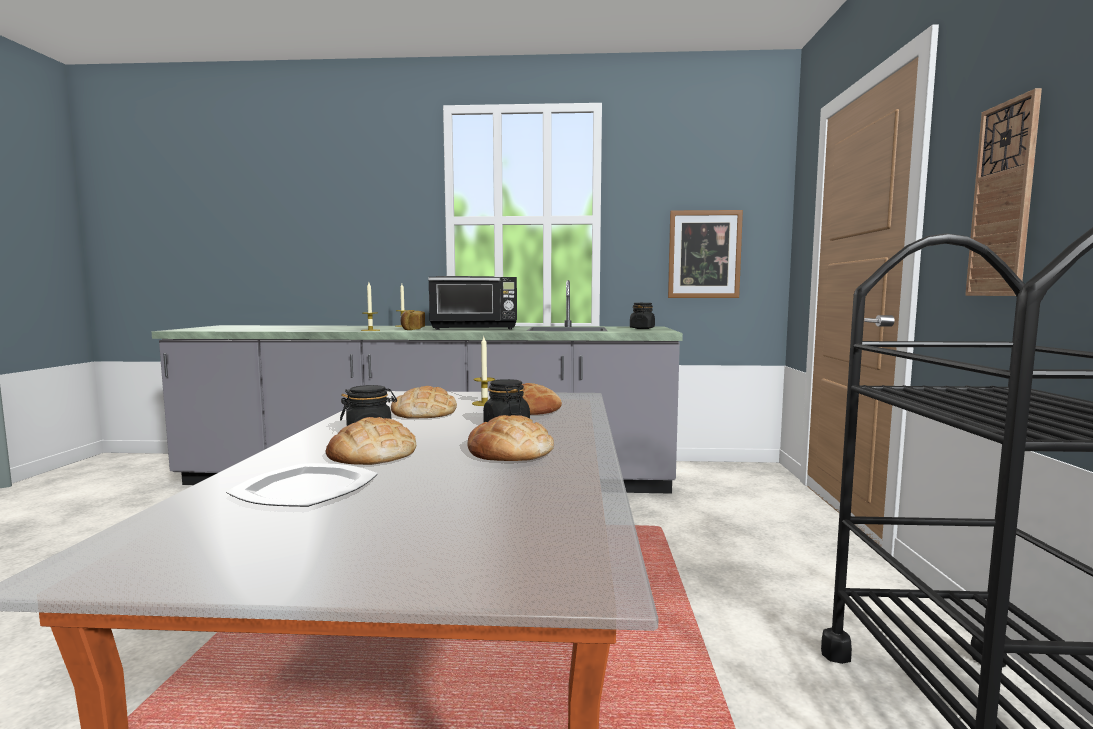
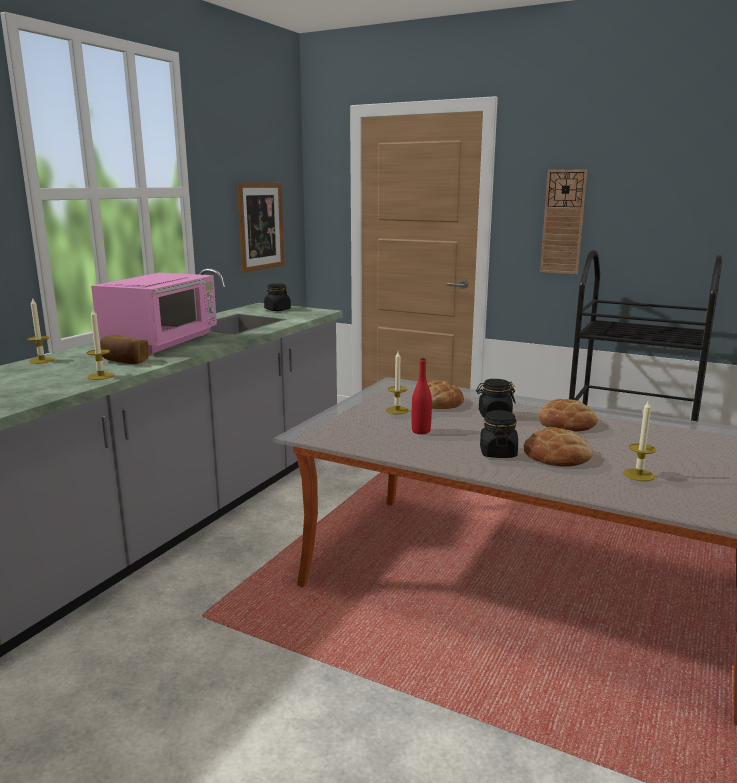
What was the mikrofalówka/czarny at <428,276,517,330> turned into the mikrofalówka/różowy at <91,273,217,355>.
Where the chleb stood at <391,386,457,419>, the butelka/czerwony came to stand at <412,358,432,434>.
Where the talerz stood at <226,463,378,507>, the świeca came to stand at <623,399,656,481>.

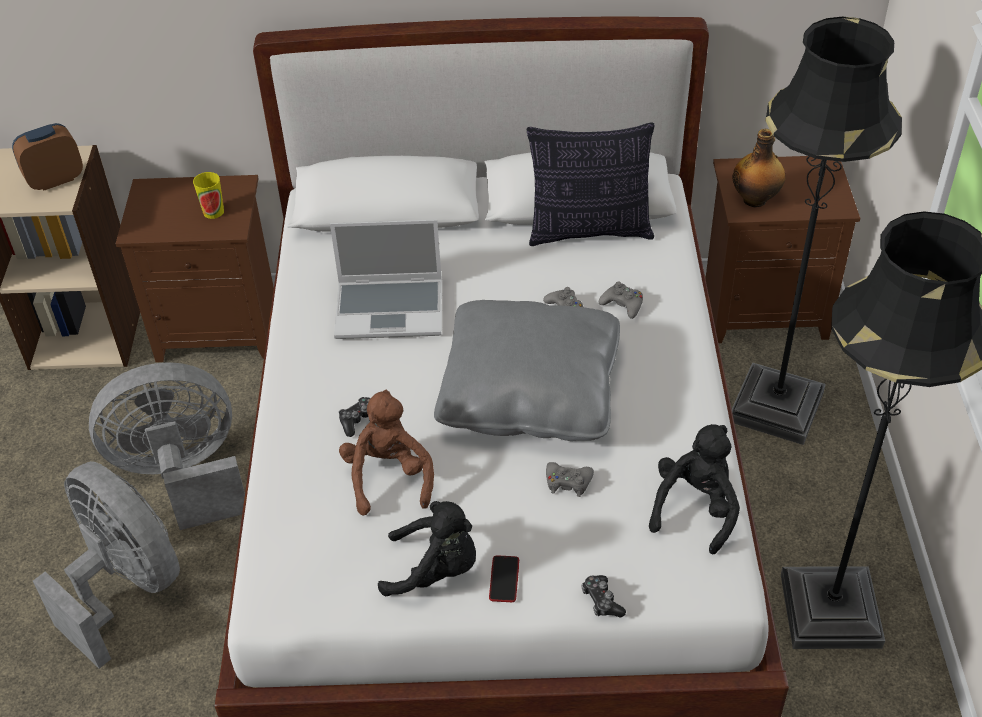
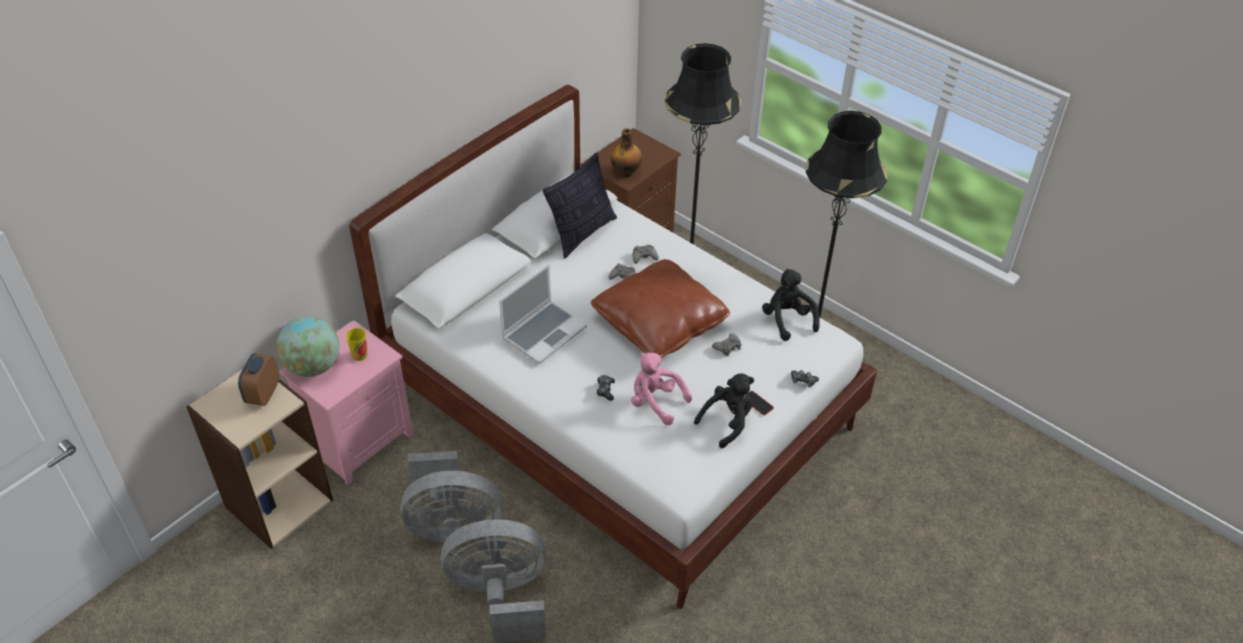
The second view gained the globus at <276,316,339,377>.
What was the szafka nocna/brązowy at <116,175,274,362> turned into the szafka nocna/różowy at <279,320,413,485>.
The wentylator/szary at <89,362,245,530> ended up facing another way, 120 degrees counterclockwise from before.
What was the poduszka/szary at <434,300,620,441> turned into the poduszka/brązowy at <591,259,730,358>.
What was the pluszak/brązowy at <339,390,434,516> turned into the pluszak/różowy at <631,353,692,425>.

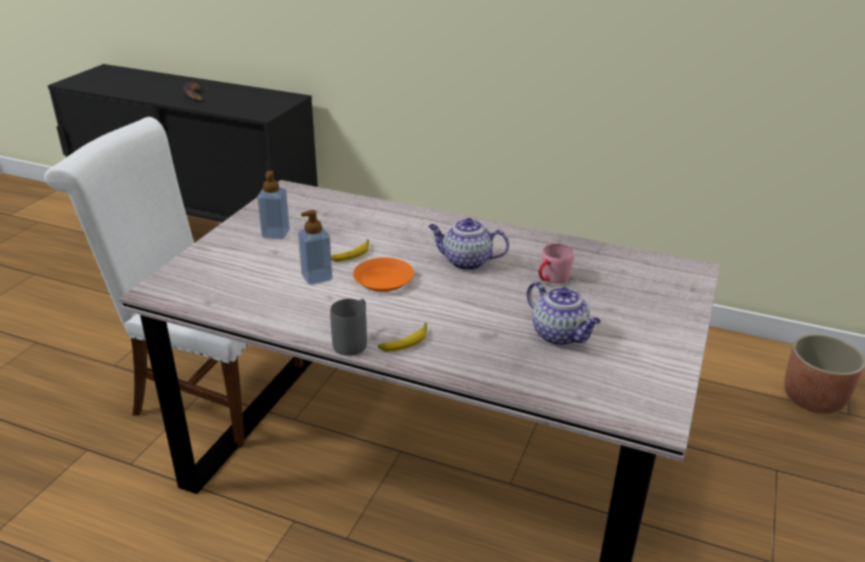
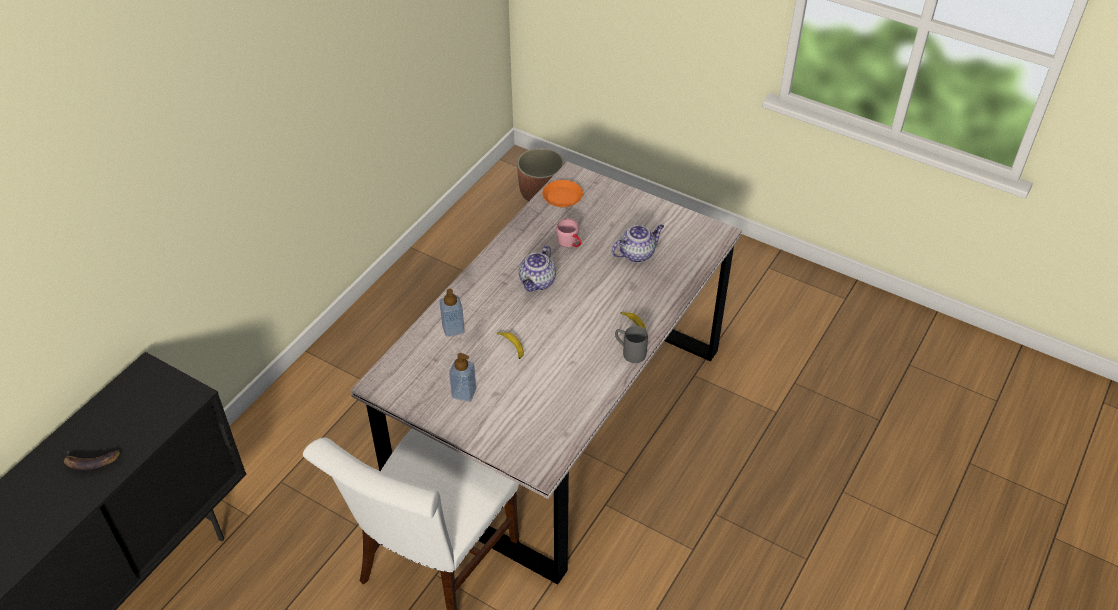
The dozownik mydła ended up elsewhere, having gone from <298,210,333,285> to <439,288,465,337>.
The talerz/pomarańczowy ended up elsewhere, having gone from <353,257,414,292> to <542,180,583,207>.

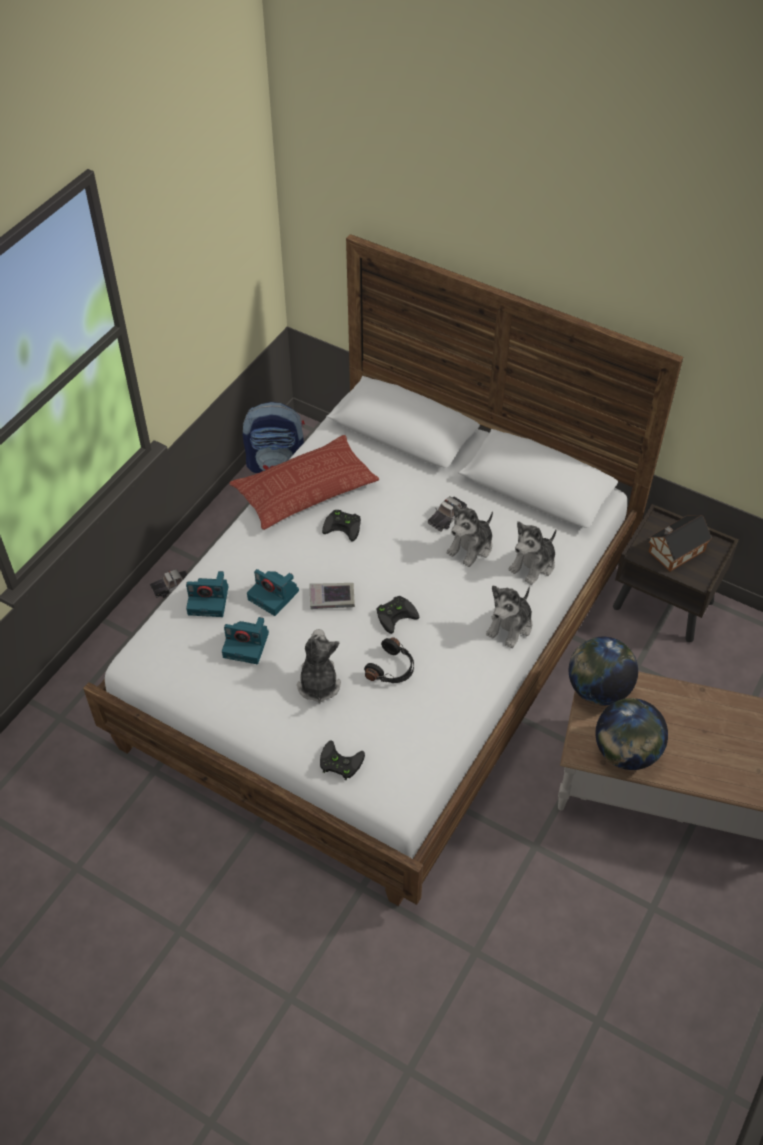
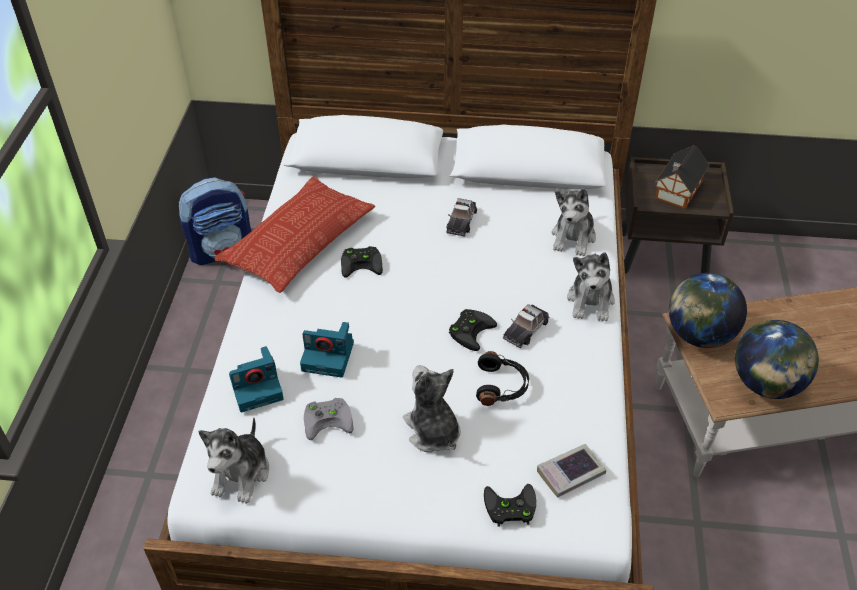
The pluszak ended up elsewhere, having gone from <447,504,493,567> to <199,417,269,504>.
Where the aparat fotograficzny stood at <222,617,269,664>, the pad do gier/szary came to stand at <304,398,353,440>.
The samochodzik ended up elsewhere, having gone from <150,569,188,598> to <503,304,549,348>.
The książka ended up elsewhere, having gone from <309,583,355,609> to <537,444,606,498>.

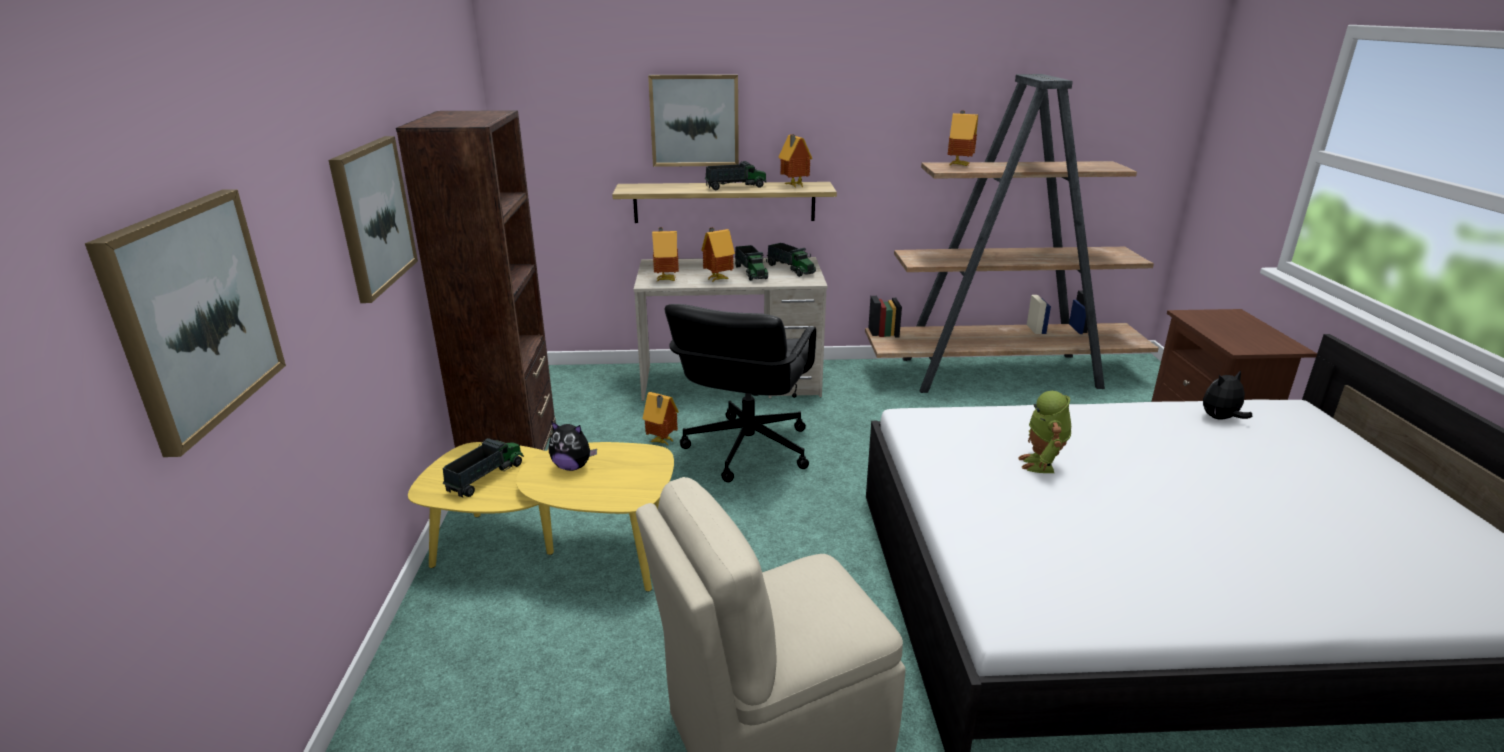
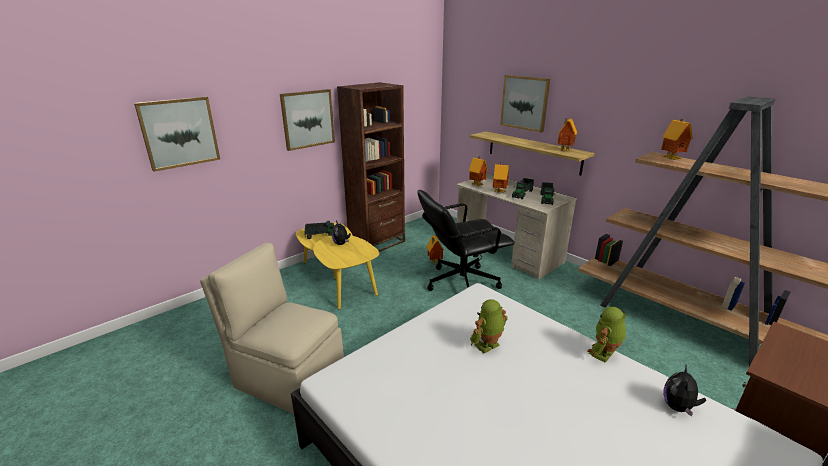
The second view gained the robot zabawkowy at <587,307,626,363>.
The pluszak at <1203,370,1253,420> ended up facing another way, 90 degrees counterclockwise from before.
The second view lost the ciężarówka zabawkowa at <704,161,766,190>.

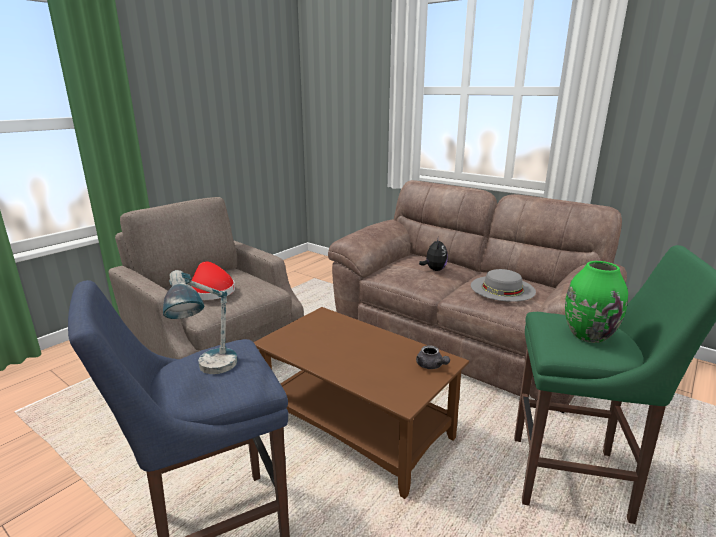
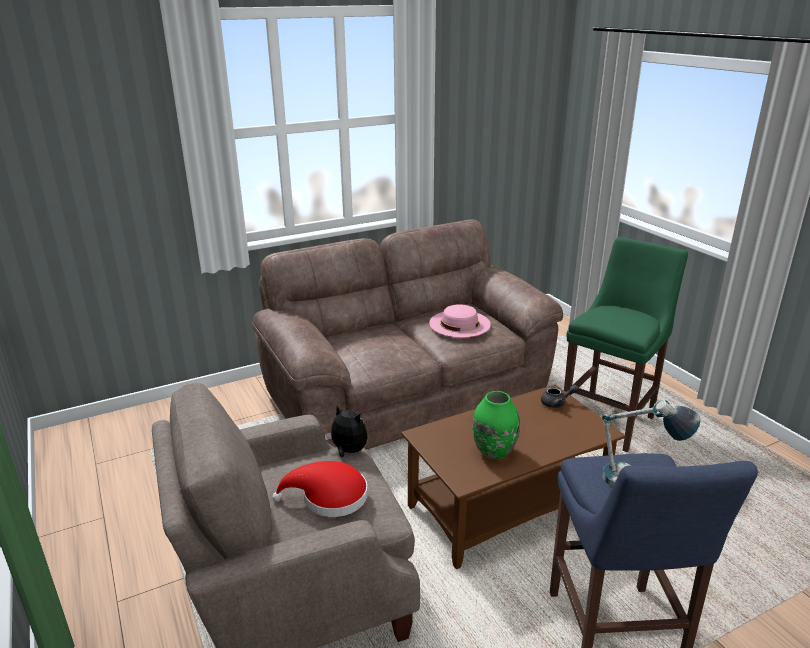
The pluszak ended up elsewhere, having gone from <419,239,448,271> to <324,405,367,457>.
What was the kapelusz/szary at <471,269,536,302> turned into the kapelusz/różowy at <429,304,491,338>.
The wazon/zielony ended up elsewhere, having gone from <565,261,628,343> to <472,391,520,460>.

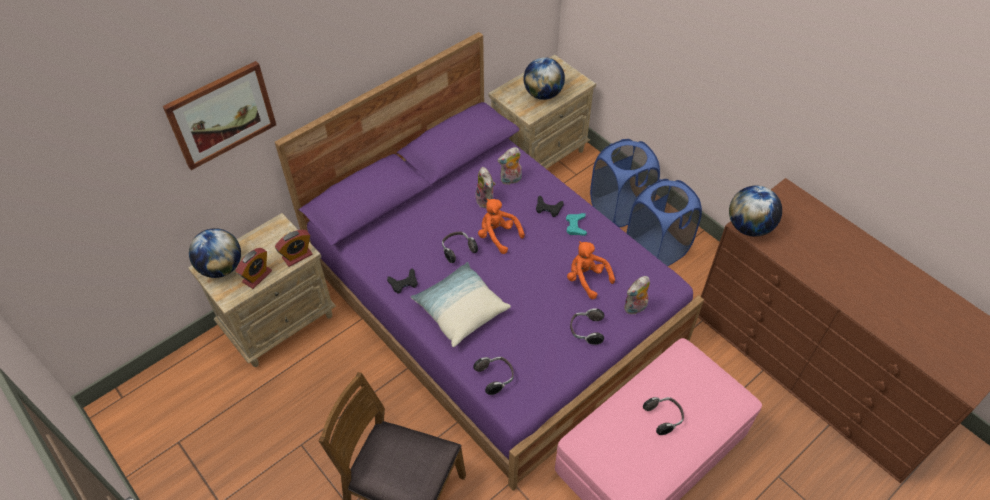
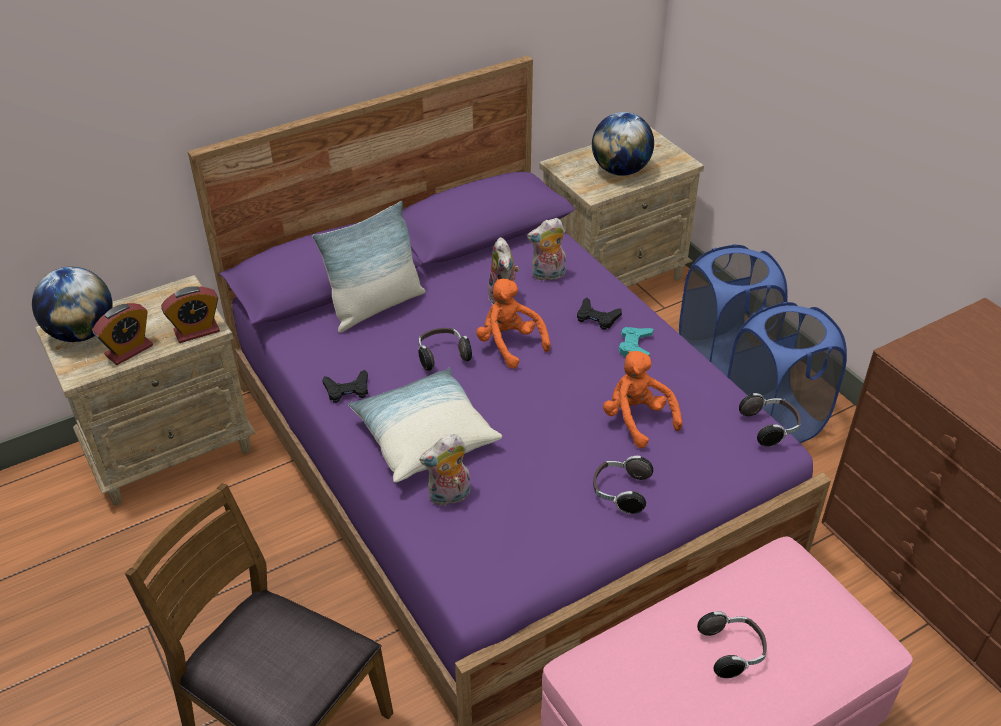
The second view gained the poduszka at <312,201,426,333>.
The pluszak ended up elsewhere, having gone from <624,276,650,315> to <419,434,470,507>.
The słuchawki ended up elsewhere, having gone from <473,357,514,395> to <739,393,801,447>.
The second view lost the obraz at <163,61,276,170>.
The second view lost the globus at <729,186,782,237>.

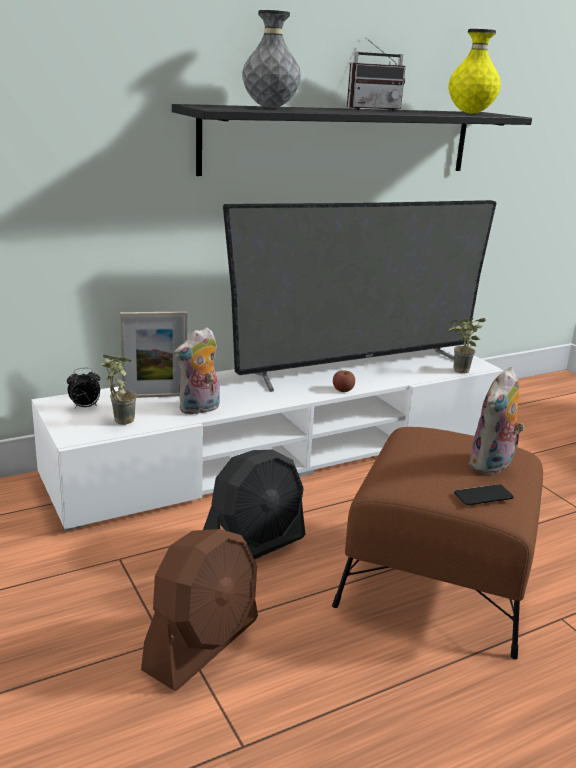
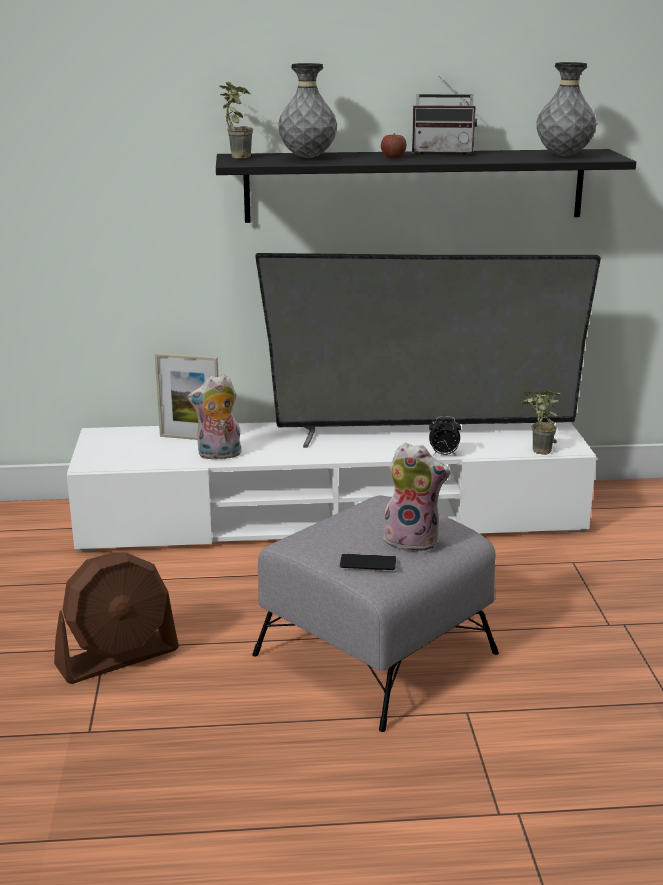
The roślina doniczkowa ended up elsewhere, having gone from <100,355,137,425> to <219,82,253,159>.
What was the pufa/brązowy at <332,427,543,660> turned into the pufa/szary at <252,496,499,732>.
The jabłko ended up elsewhere, having gone from <333,370,355,392> to <381,133,406,158>.
The pluszak at <468,367,524,475> ended up facing another way, 135 degrees counterclockwise from before.
The budzik ended up elsewhere, having gone from <67,368,100,409> to <429,416,461,456>.
What was the wazon/żółty at <449,29,501,114> turned into the wazon/szary at <537,62,597,156>.
The second view lost the wentylator/czarny at <203,450,305,559>.

